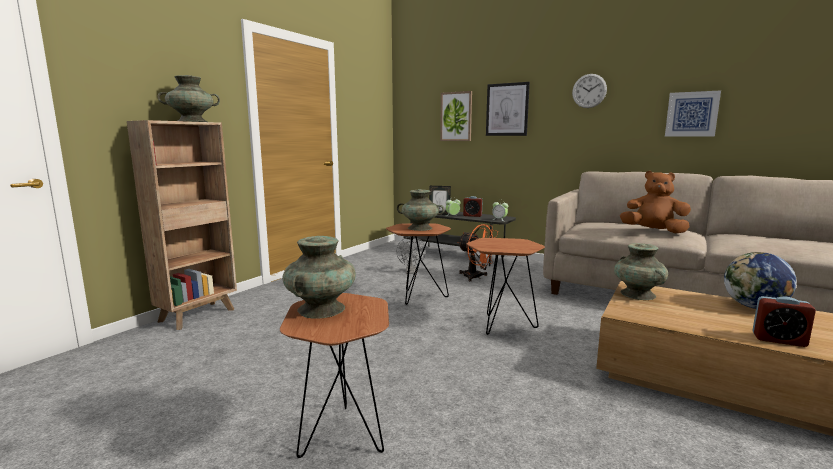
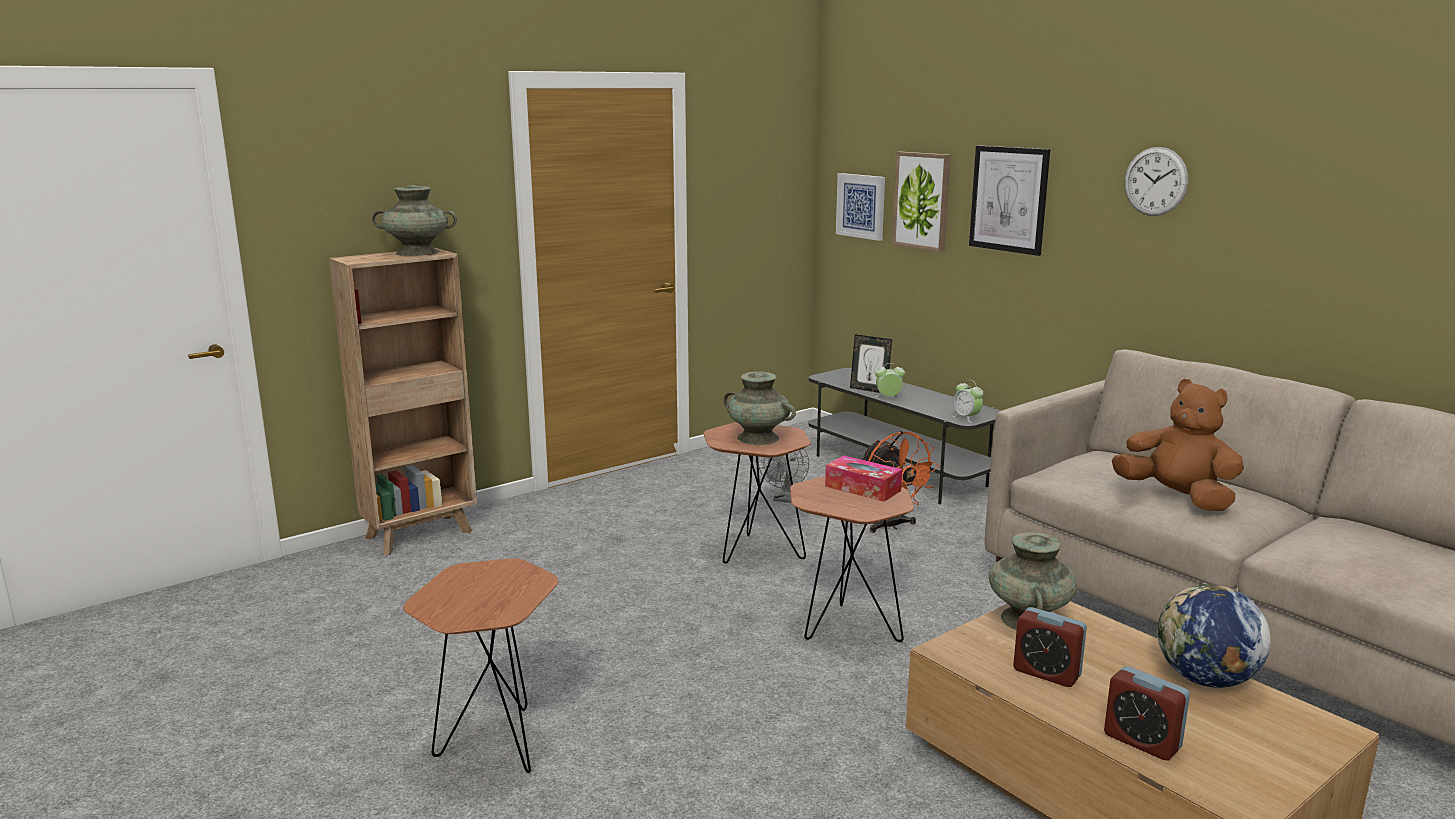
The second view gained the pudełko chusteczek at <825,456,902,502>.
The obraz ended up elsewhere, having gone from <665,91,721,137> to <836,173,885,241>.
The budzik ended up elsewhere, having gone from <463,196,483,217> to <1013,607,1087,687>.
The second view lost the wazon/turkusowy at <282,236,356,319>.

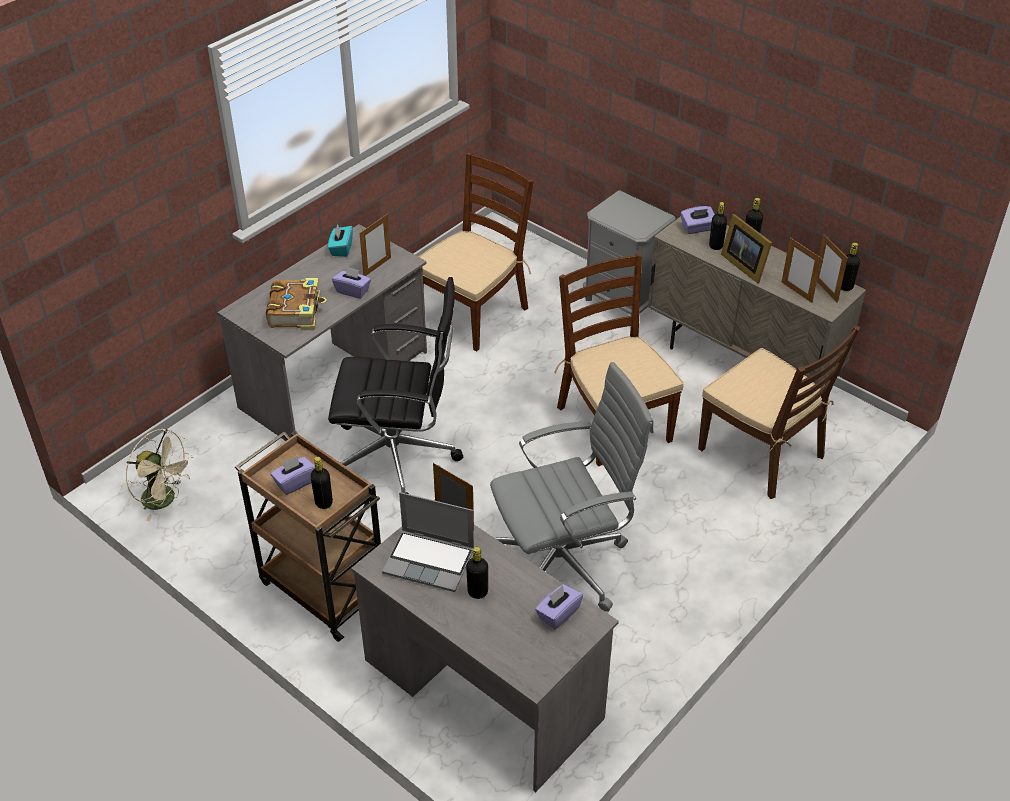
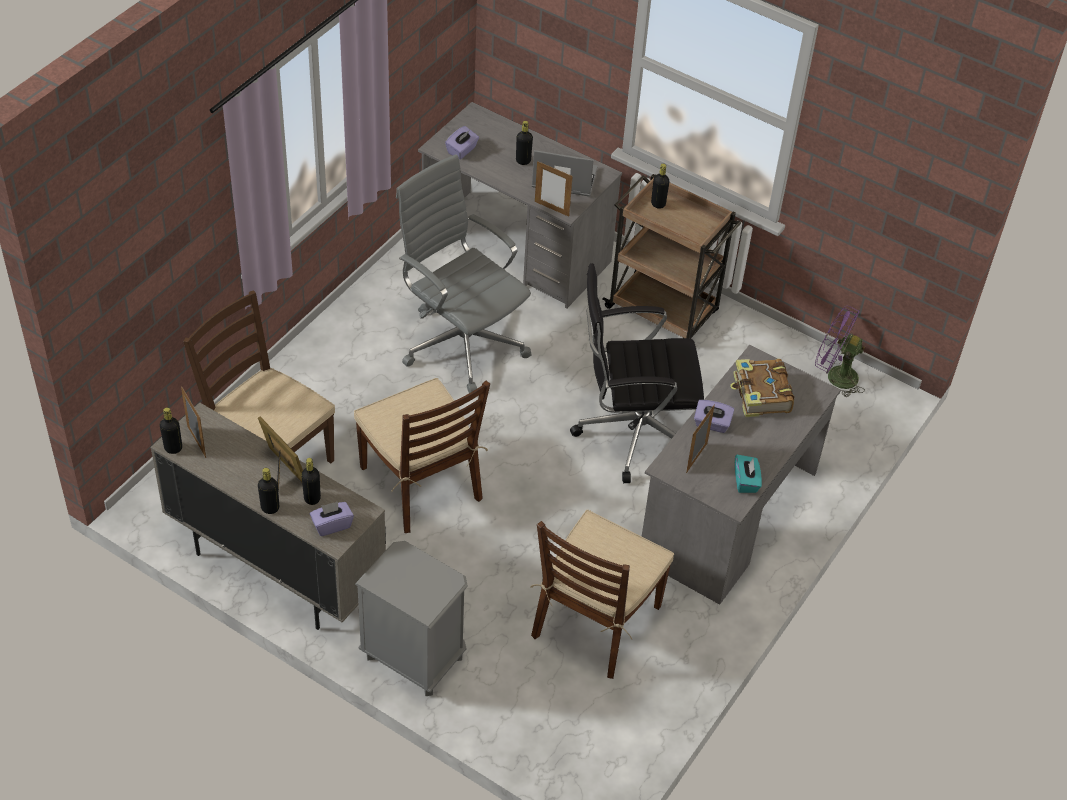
The krzesło biurowe/szary at <490,362,654,611> ended up facing another way, 75 degrees clockwise from before.
What was the wentylator/beżowy at <126,428,193,521> turned into the wentylator/fioletowy at <815,306,865,397>.
The second view lost the pudełko chusteczek/fioletowy at <271,455,315,495>.
The second view lost the ramka na zdjęcie at <782,238,822,303>.

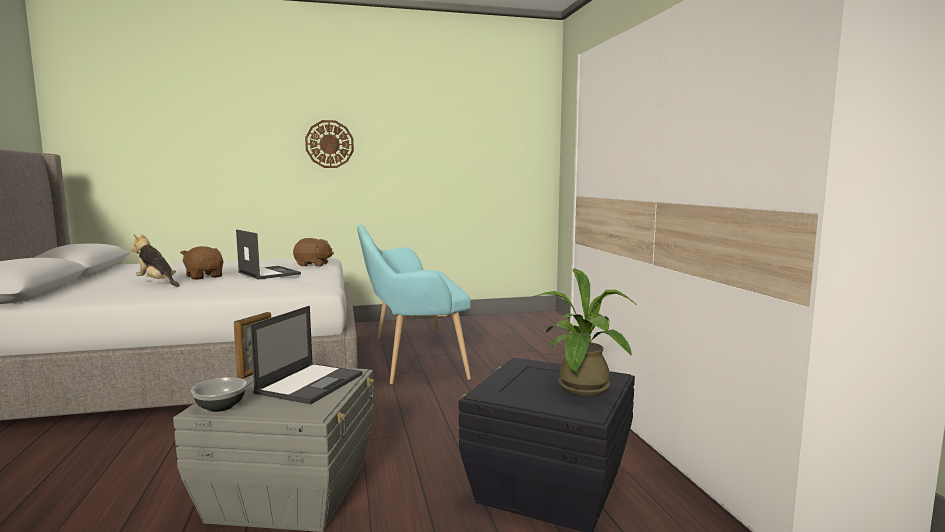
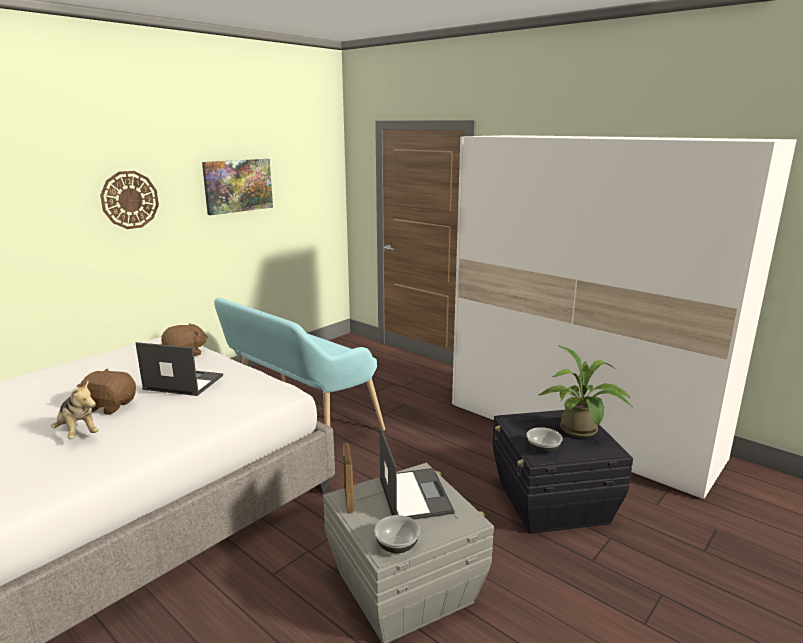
The pluszak at <131,234,180,287> ended up facing another way, 135 degrees counterclockwise from before.
The second view gained the obraz at <202,159,273,215>.
The second view gained the miska at <527,427,563,454>.

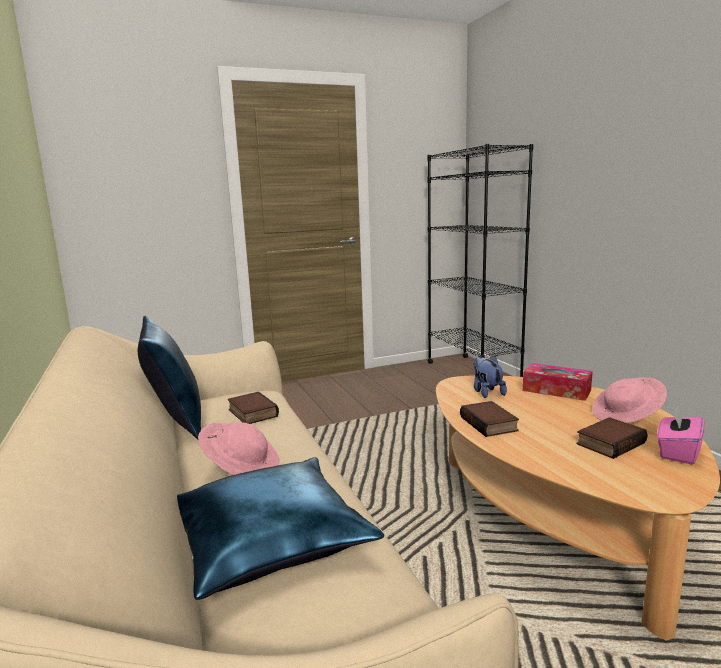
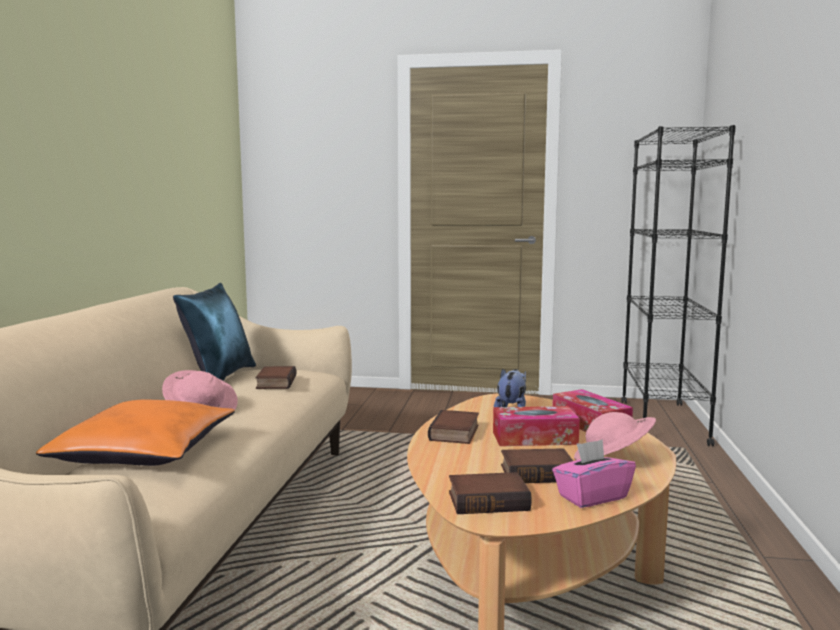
What was the poduszka/niebieski at <177,457,384,600> turned into the poduszka/pomarańczowy at <36,399,235,466>.
The second view gained the książka at <449,472,532,514>.
The second view gained the pudełko chusteczek at <493,406,580,446>.

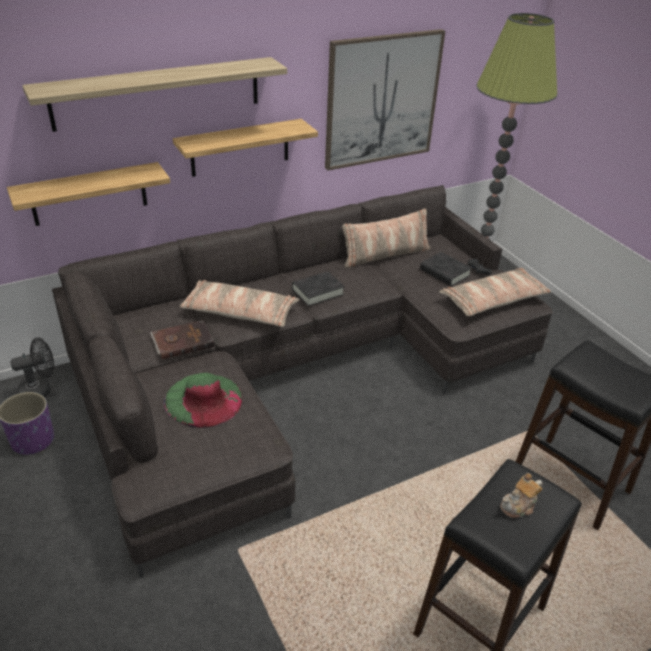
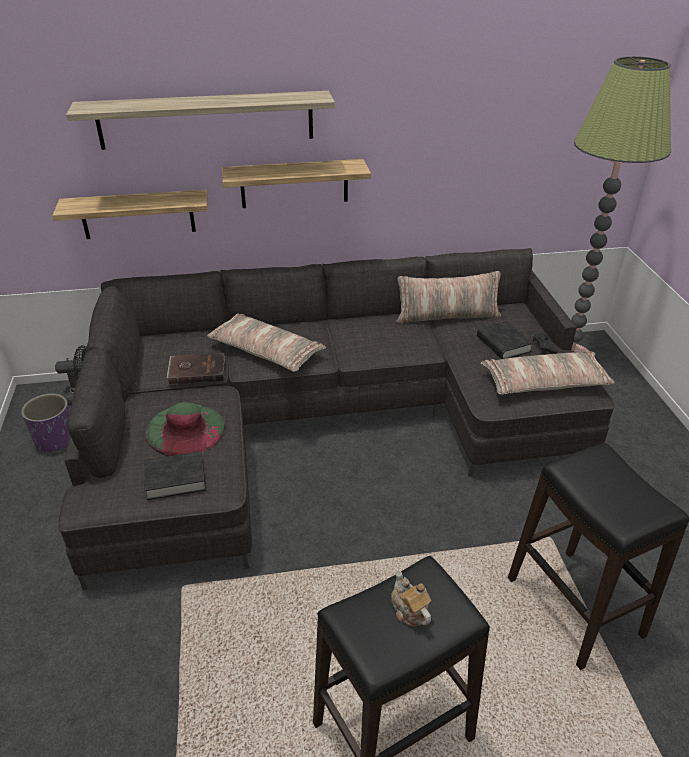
The książka/czarny ended up elsewhere, having gone from <292,271,345,306> to <144,451,206,500>.
The imbryk at <500,473,543,518> ended up facing another way, 75 degrees clockwise from before.
The second view lost the obraz at <325,29,445,171>.

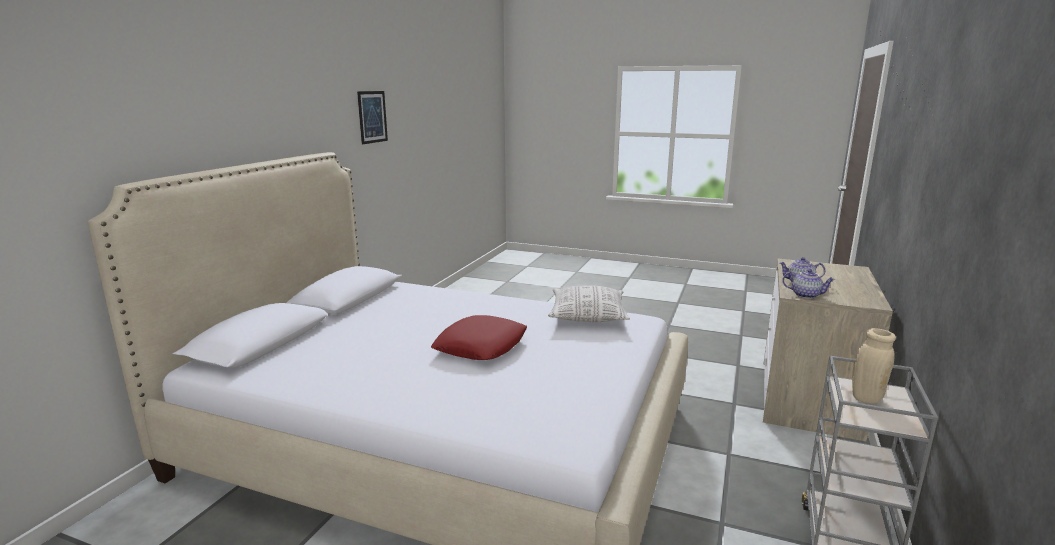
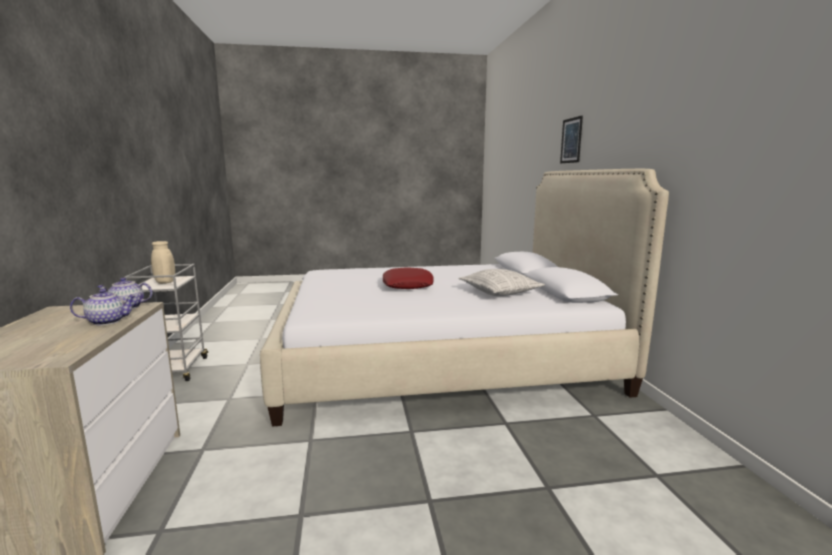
The poduszka ended up elsewhere, having gone from <548,285,630,322> to <459,269,545,296>.
The obraz ended up elsewhere, having gone from <357,91,388,144> to <560,115,583,163>.

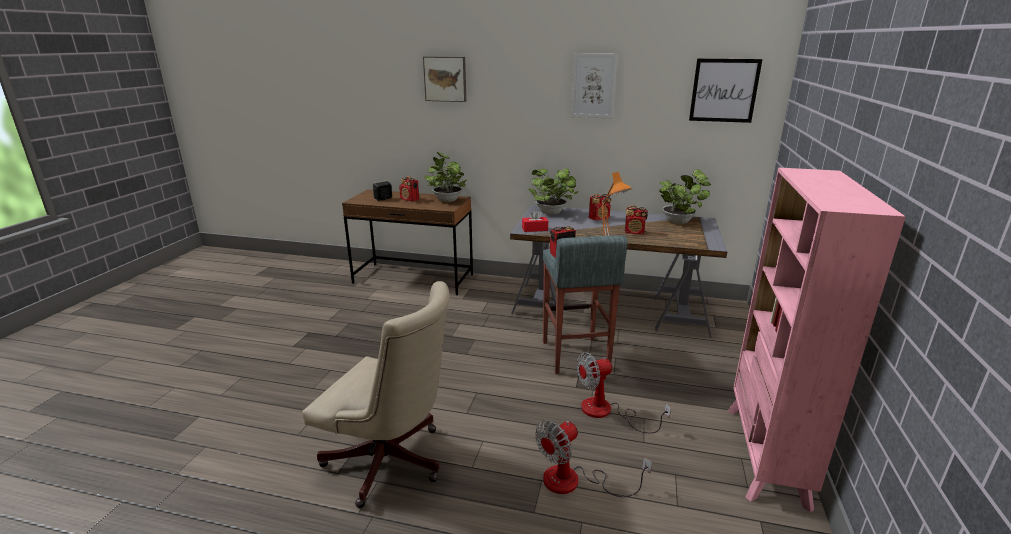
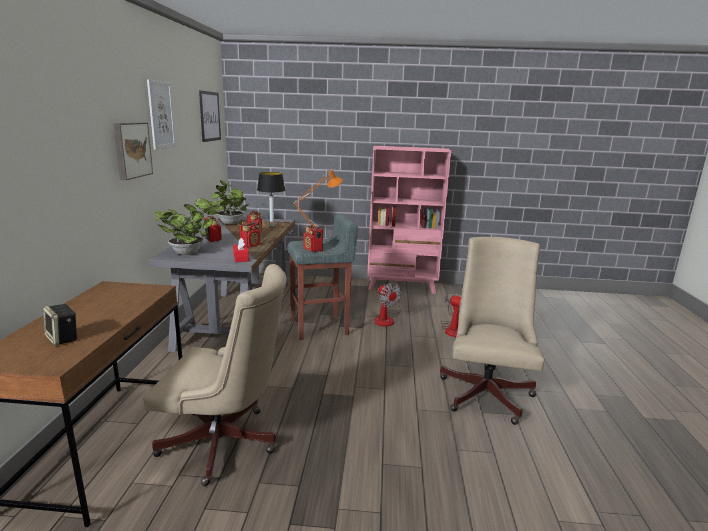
The obraz ended up elsewhere, having gone from <423,56,466,102> to <113,123,153,180>.
The second view gained the krzesło biurowe/beżowy at <143,264,287,486>.
The radio ended up elsewhere, having gone from <399,176,419,201> to <239,221,260,248>.
The second view gained the lampa stołowa at <257,172,285,227>.
The second view lost the roślina doniczkowa at <425,152,468,202>.

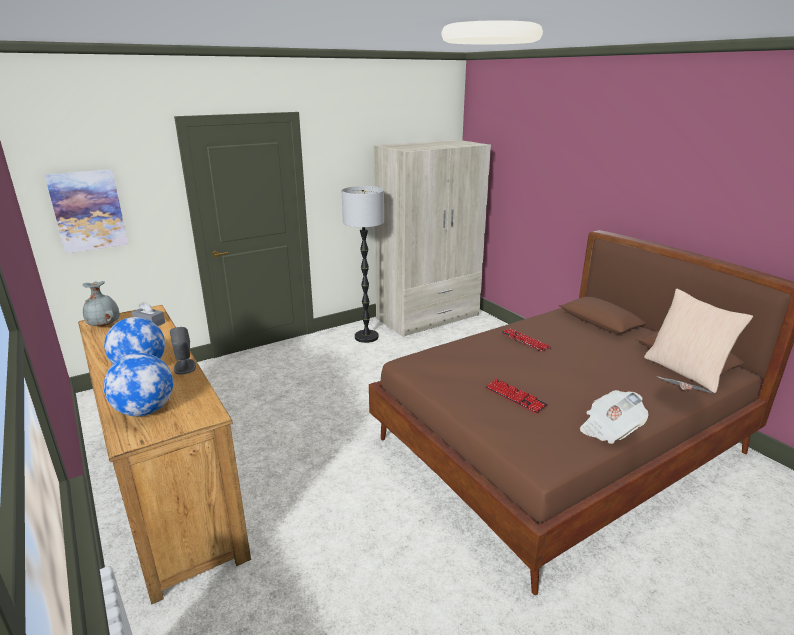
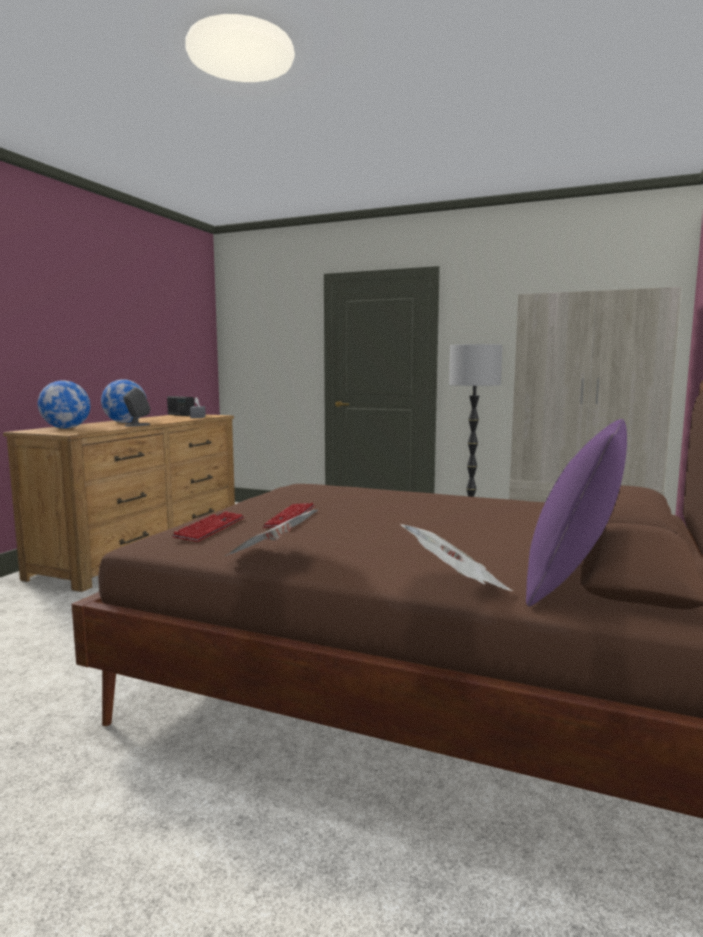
Where the wazon/szary stood at <83,281,120,326>, the radio came to stand at <167,396,195,416>.
The klawiatura ended up elsewhere, having gone from <500,329,551,351> to <172,511,244,542>.
What was the poduszka/beżowy at <644,289,753,393> turned into the poduszka/fioletowy at <526,419,627,606>.
The second view lost the obraz at <45,169,128,254>.

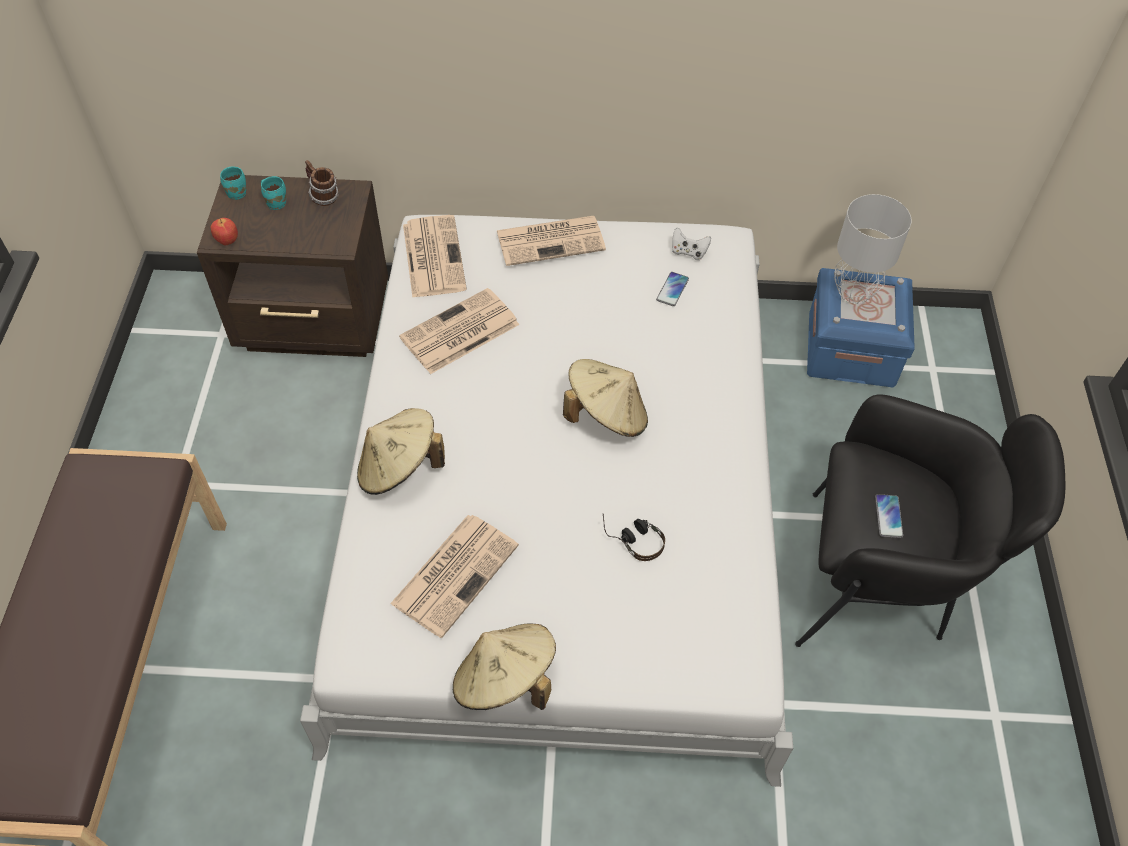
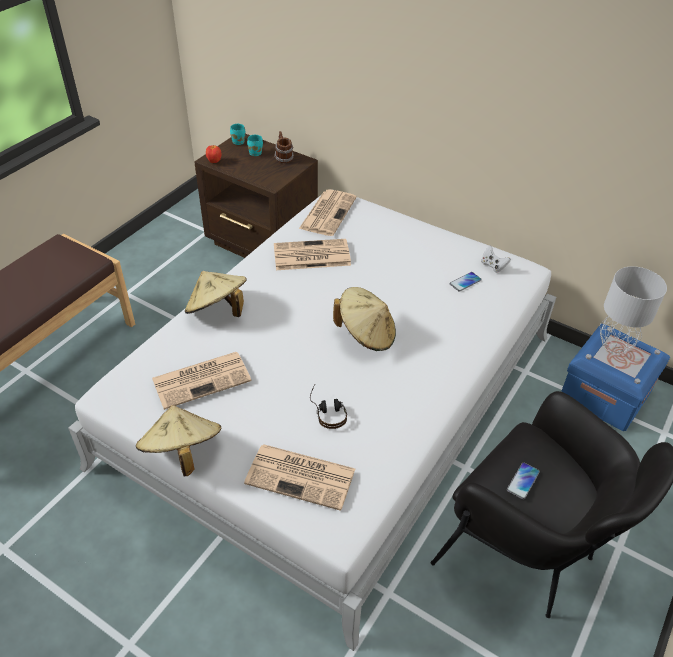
The gazeta ended up elsewhere, having gone from <496,216,606,266> to <244,444,355,511>.

